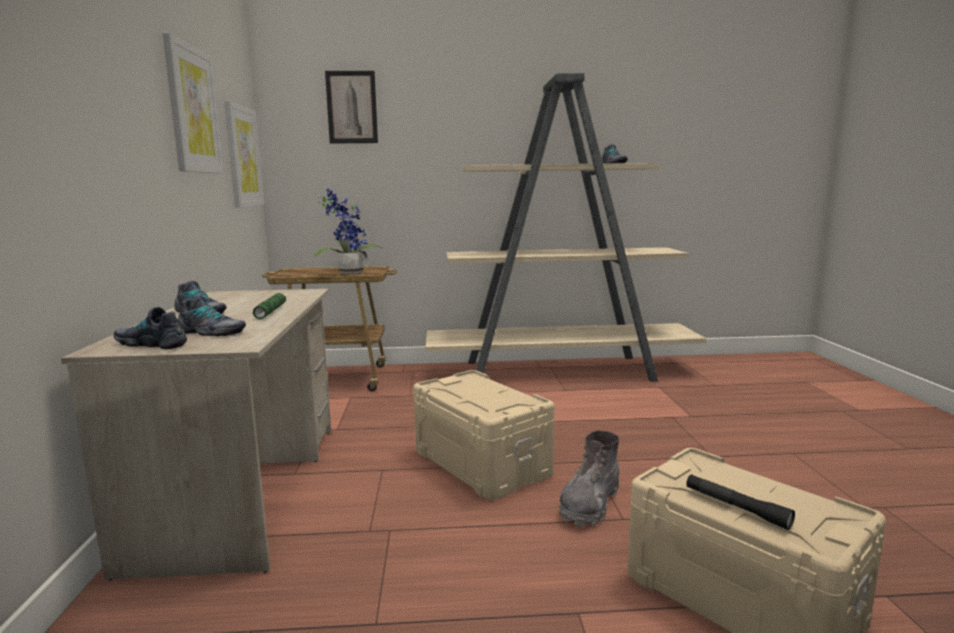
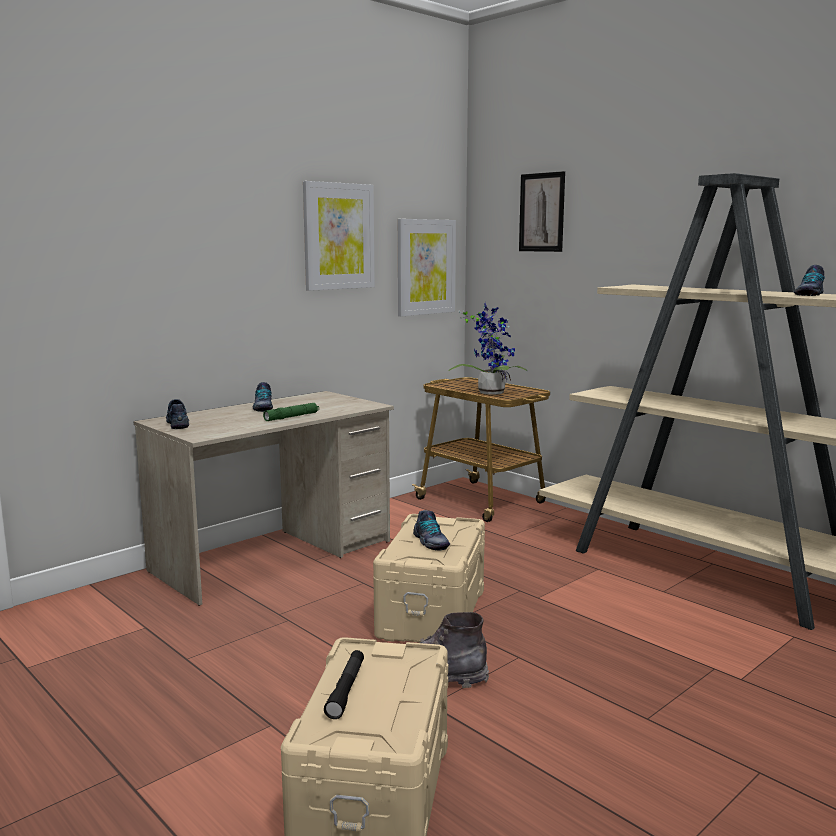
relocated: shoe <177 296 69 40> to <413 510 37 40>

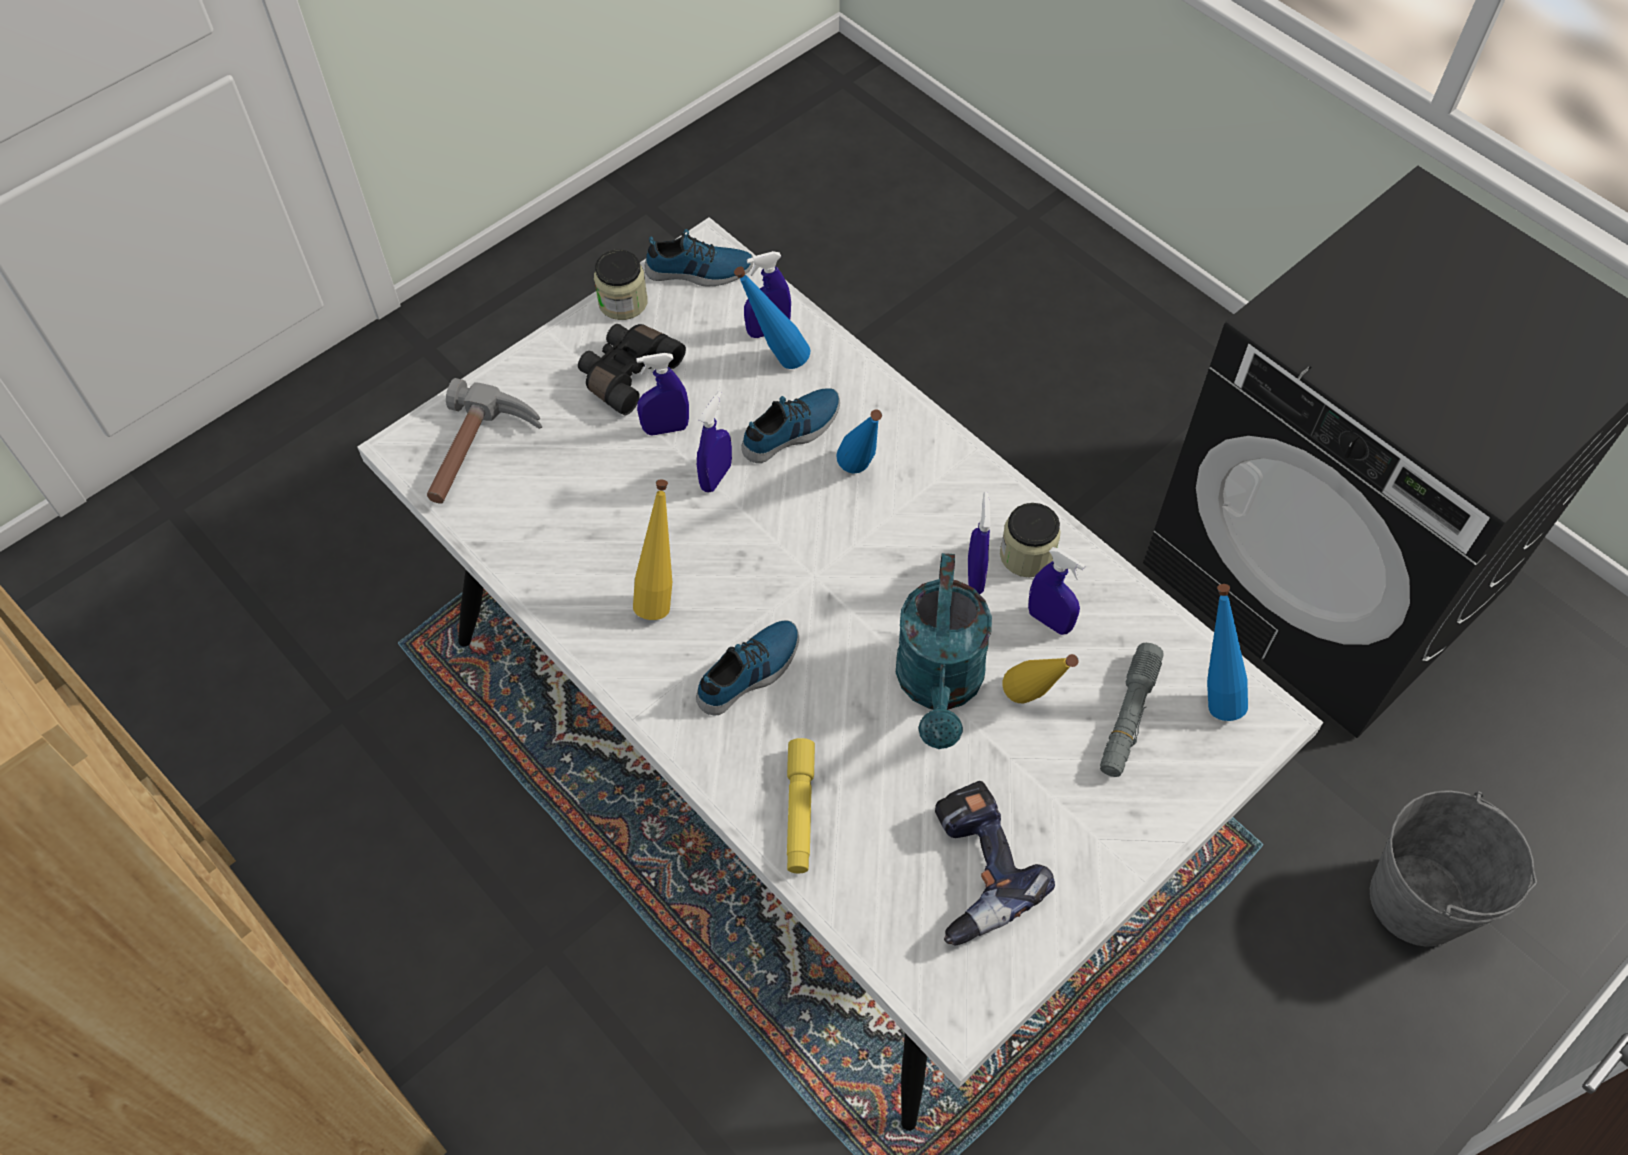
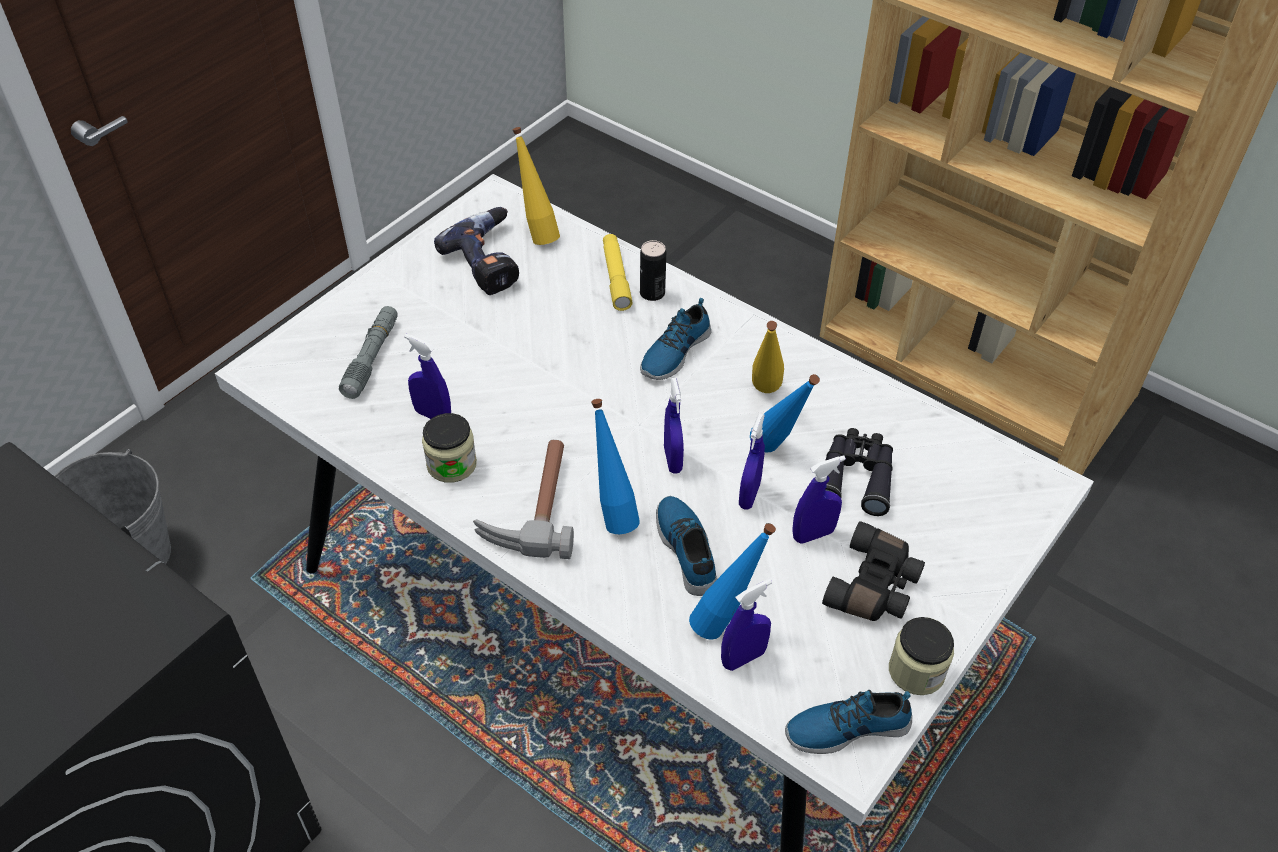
missing: turquoise sprinkling can <896 553 96 196>
appeared: metal can <640 240 26 61>; black binoculars <825 428 68 88>
relocated: hammer <427 378 115 126> to <473 440 101 119>; yellowish bottle <1003 654 76 49> to <512 127 48 118>; blue-coloured sprayer <968 492 23 102> to <664 378 20 96>; blue-coloured bottle <1207 584 41 137> to <750 374 70 79>
spun: shoe <741 388 99 75> = <656 496 61 100> 120 degrees clockwise

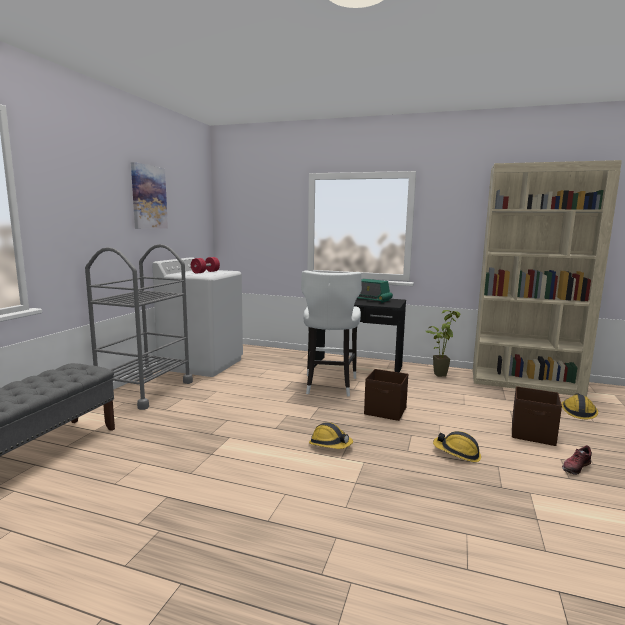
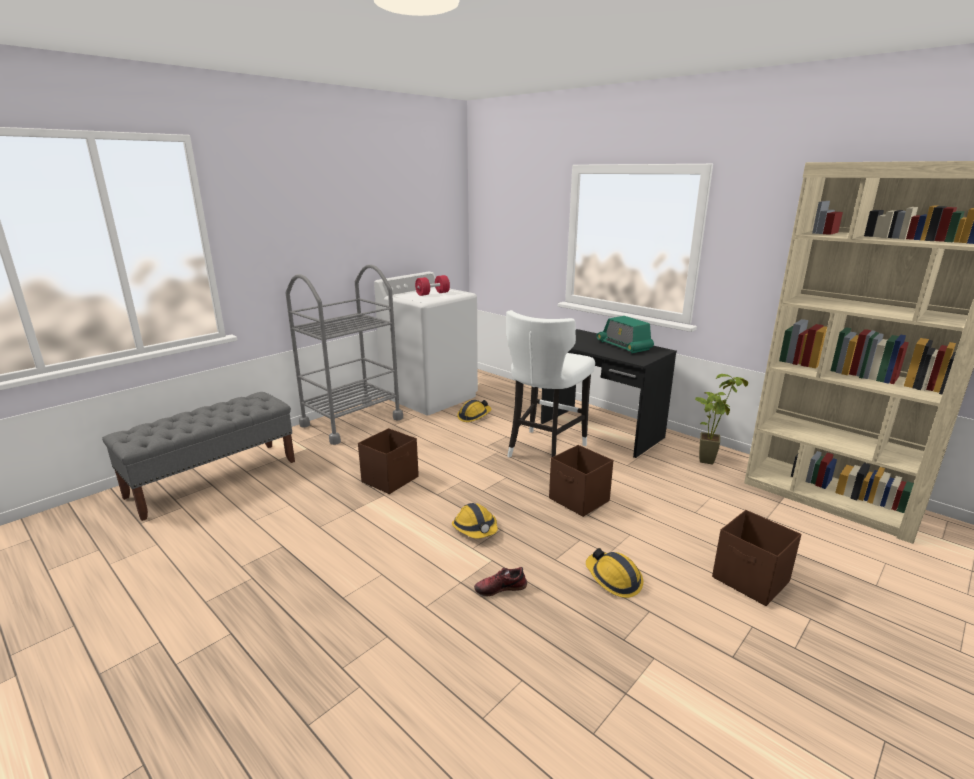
missing: wall art <131 162 37 67>
appeared: brownish storage box <358 428 61 66>
relocated: hard hat <561 394 37 25> to <457 400 34 22>; shoe <562 445 30 30> to <474 567 53 30>

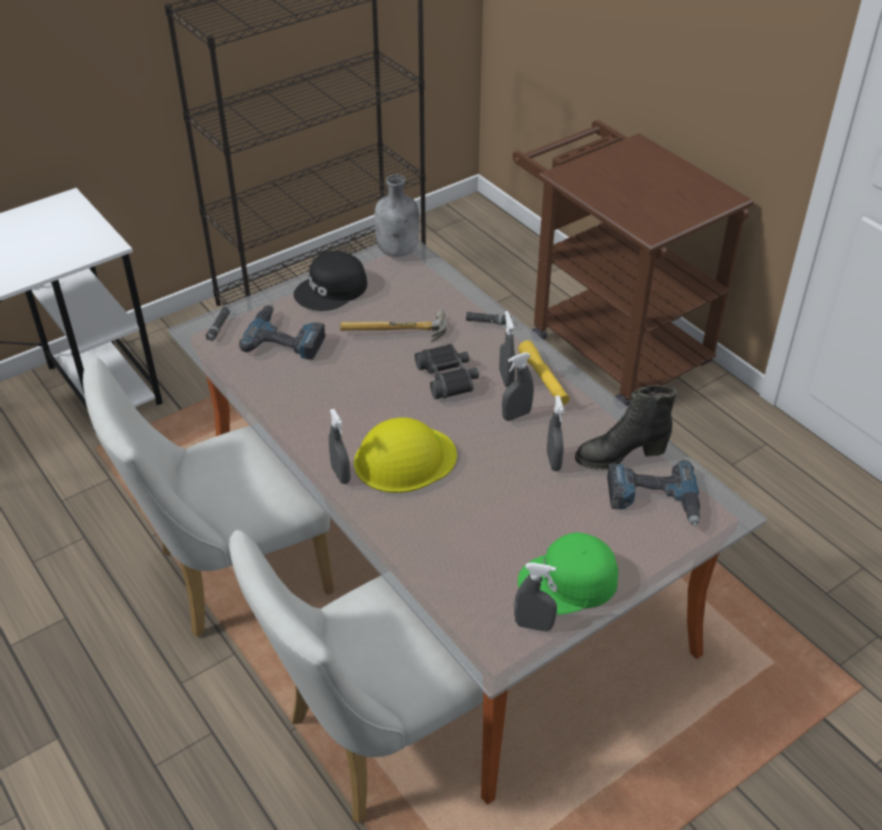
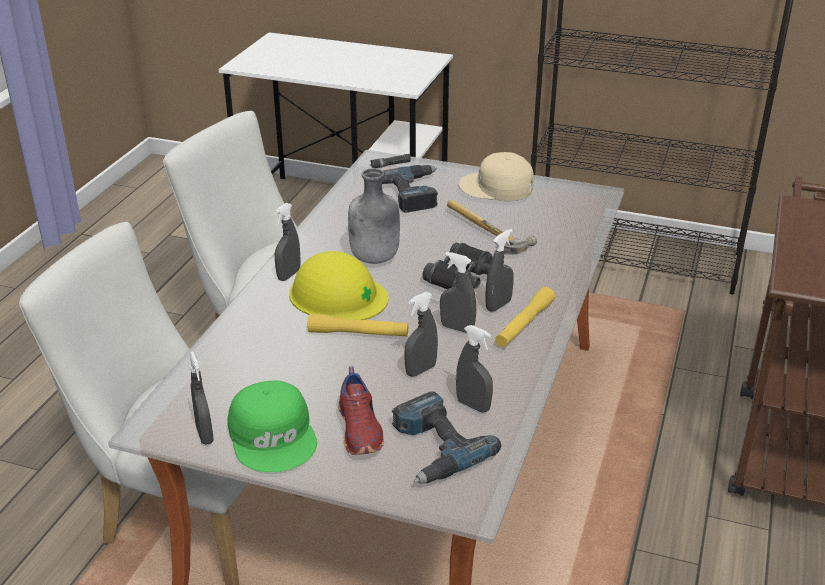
missing: black hand torch <466 312 45 13>
appeared: yellowish hand torch <308 314 100 23>; red-coloured shoe <338 366 46 89>
relocated: gray bottle <375 174 45 83> to <348 168 52 96>
exchanged: black boot <575 385 102 85> to gray sprayer <456 325 37 87>
colour: black cap <294 251 73 60> to beige cap <459 152 75 49>
spun: green-coloured cap <518 532 100 83> = <227 381 90 91> 150 degrees counterclockwise

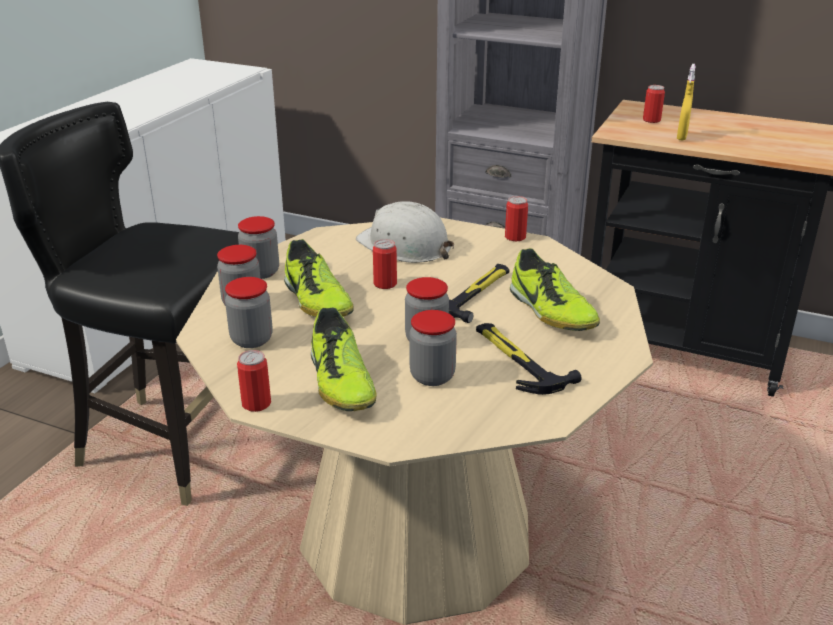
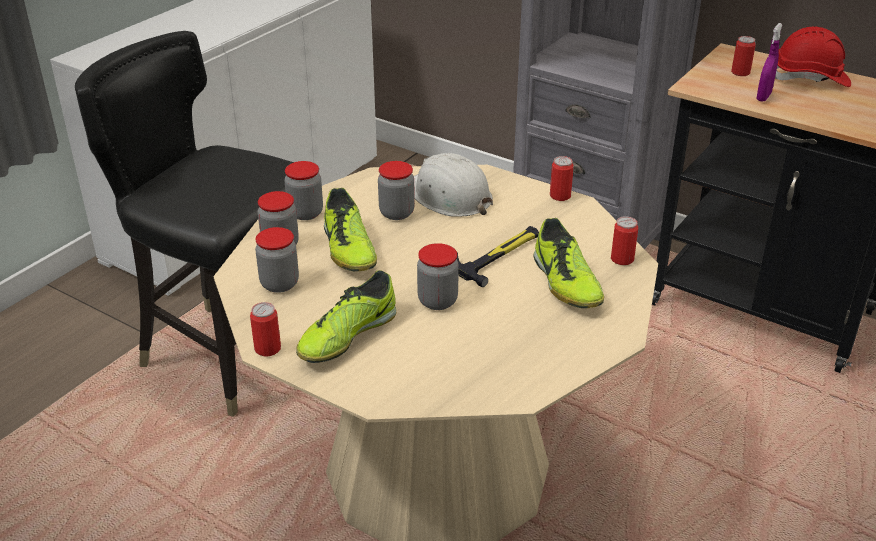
missing: hammer <476 323 106 72>
appeared: red-coloured hard hat <775 27 76 60>
relocated: preserve jar <409 310 48 76> to <378 161 37 59>; metal can <373 239 24 50> to <611 216 27 49>
colour: yellowish sprayer <677 64 19 77> to purplish sprayer <756 23 27 79>
spun: shoe <311 307 65 104> = <296 270 100 93> 45 degrees clockwise

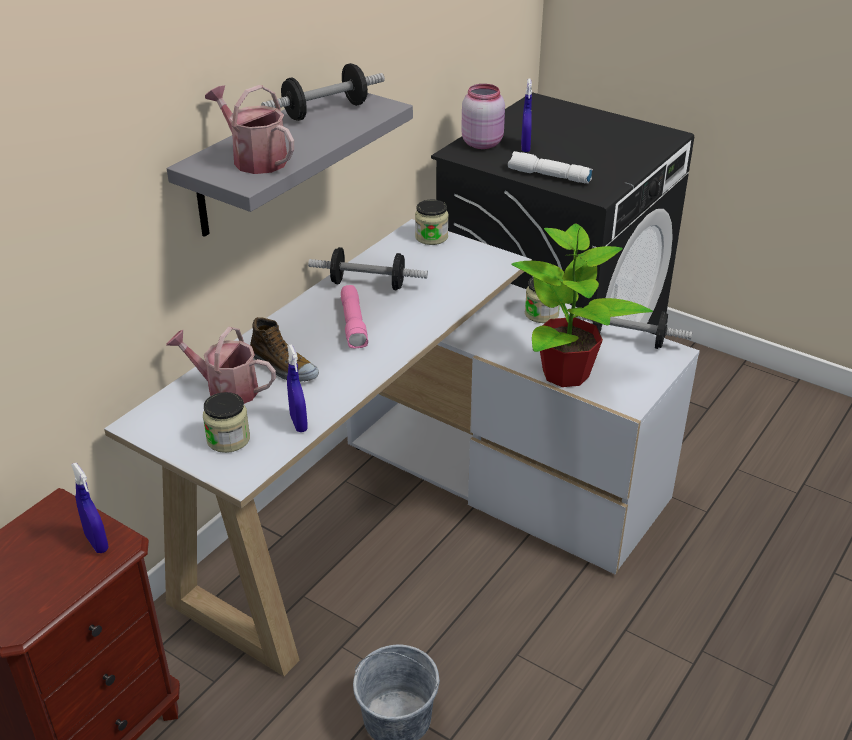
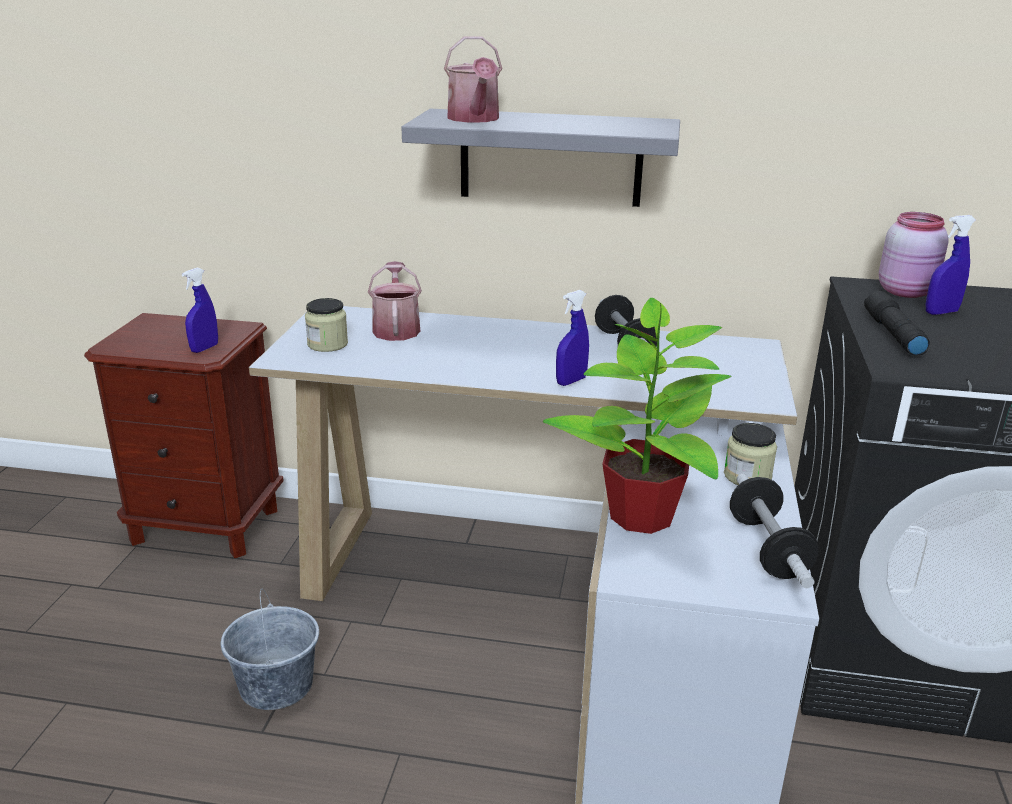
missing: shoe <250 317 69 65>; hand weight <261 63 124 58>; pink-coloured hand torch <341 285 27 64>; preserve jar <415 199 34 46>
relocated: blue-coloured sprayer <287 344 21 88> to <556 290 33 96>
colour: whitish hand torch <508 151 85 32> to black hand torch <864 291 66 64>
spun: sprinkling can <205 85 89 89> = <444 36 59 87> 150 degrees clockwise

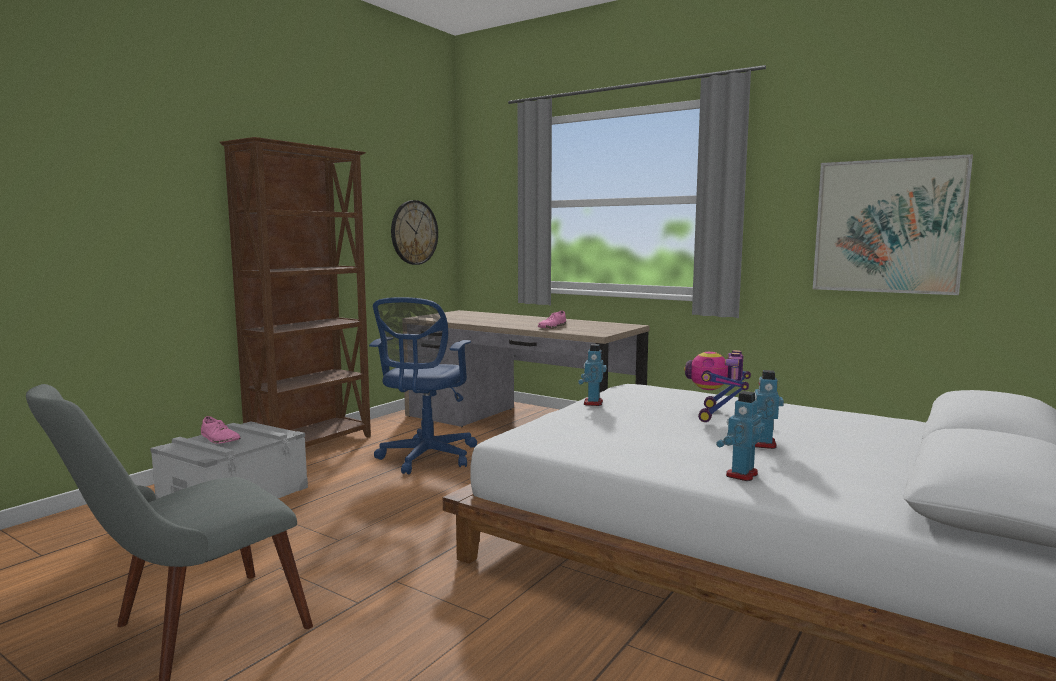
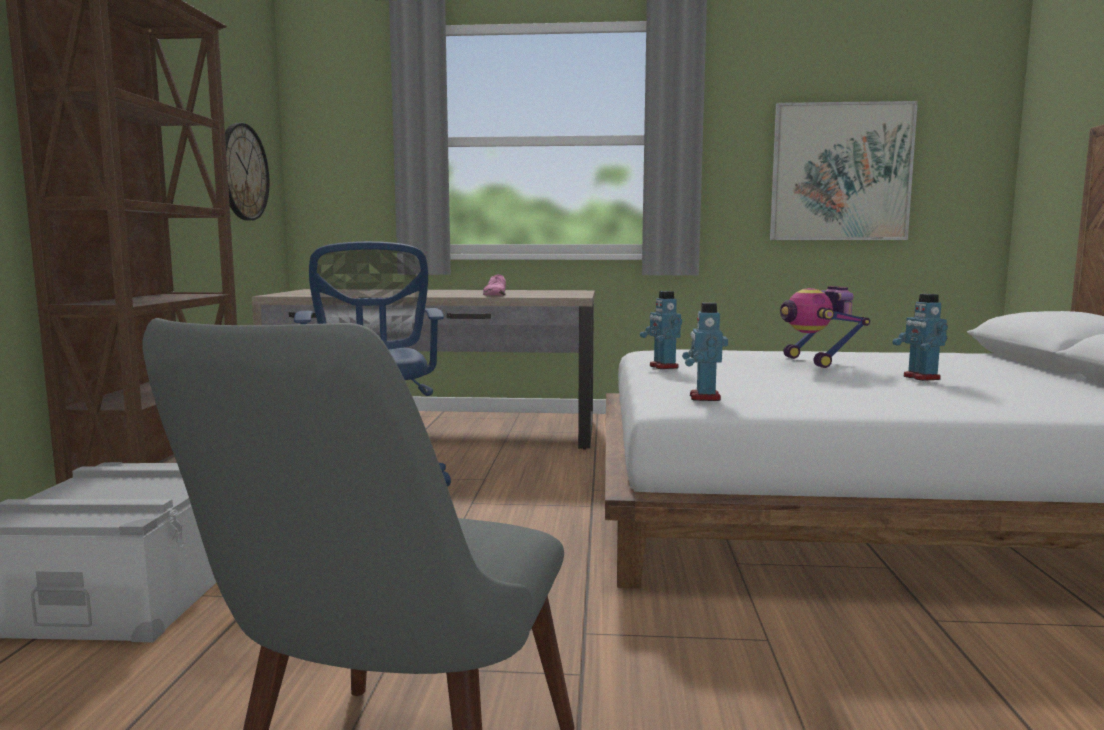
missing: pink-coloured shoe <201 416 40 28>
relocated: robot figure <716 391 49 90> to <682 302 46 99>

